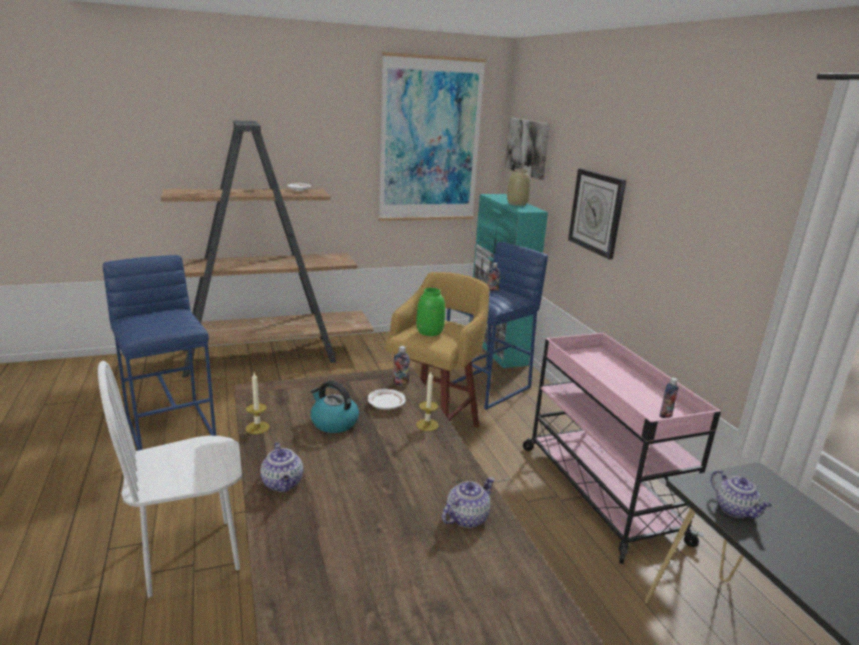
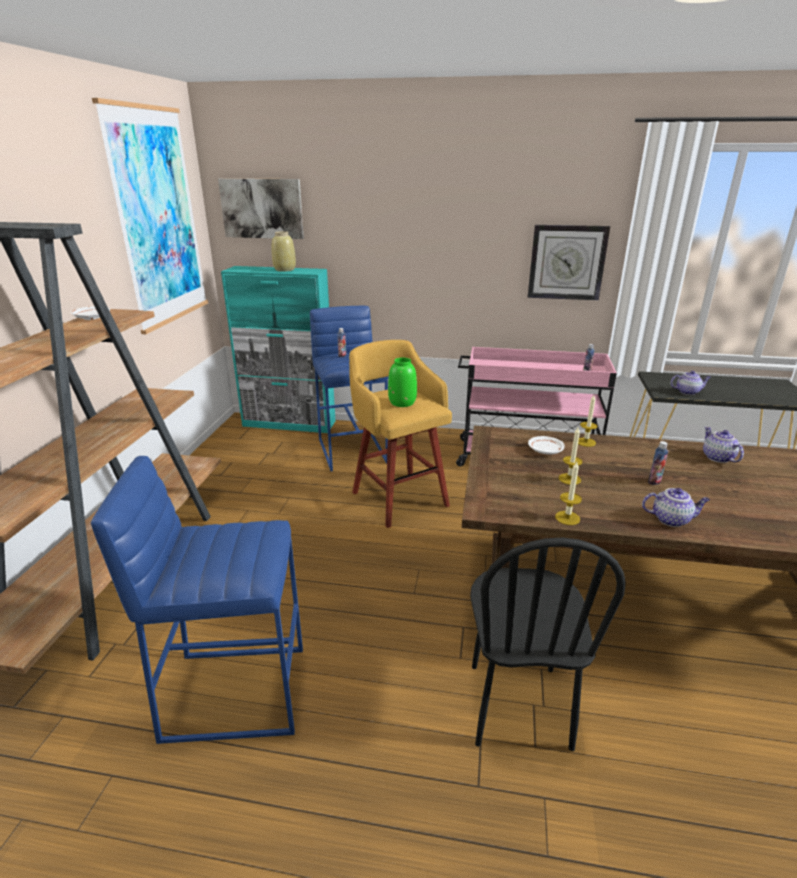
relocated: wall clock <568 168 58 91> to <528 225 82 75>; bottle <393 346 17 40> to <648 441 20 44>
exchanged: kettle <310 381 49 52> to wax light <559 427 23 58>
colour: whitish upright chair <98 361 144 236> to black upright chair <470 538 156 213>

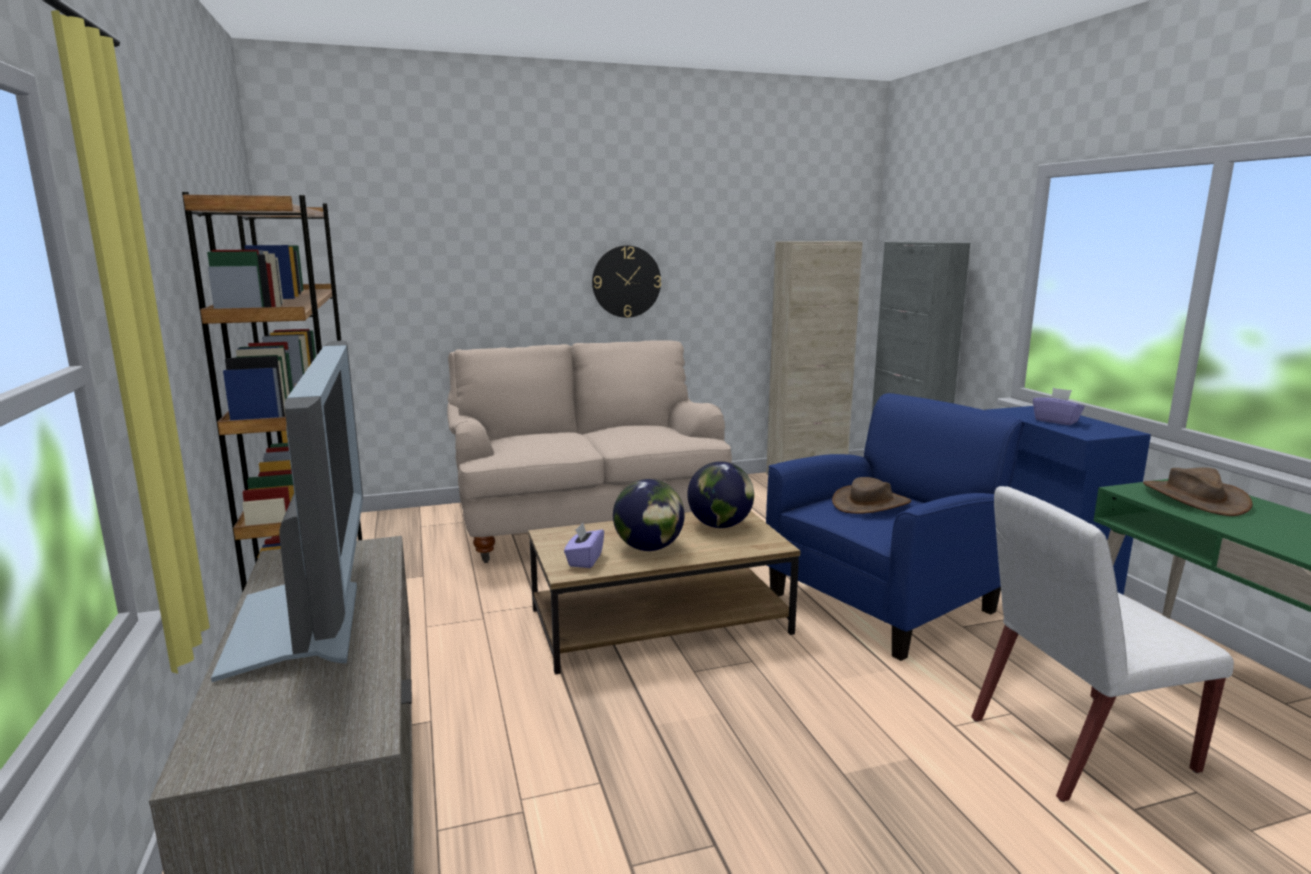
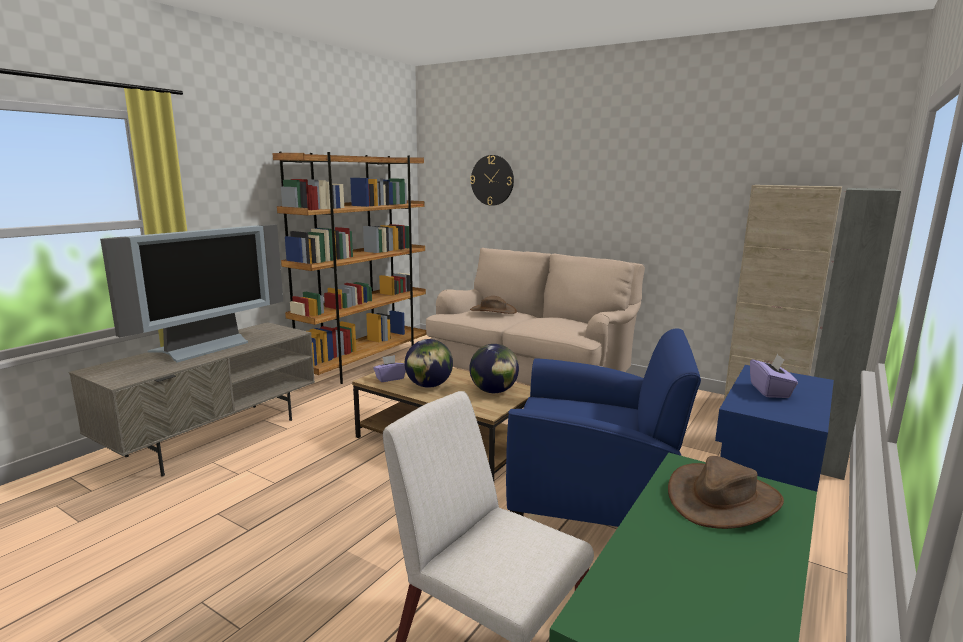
relocated: wall clock <592 245 69 73> to <470 155 44 51>; brownish clothing hat <832 477 79 37> to <470 296 47 18>

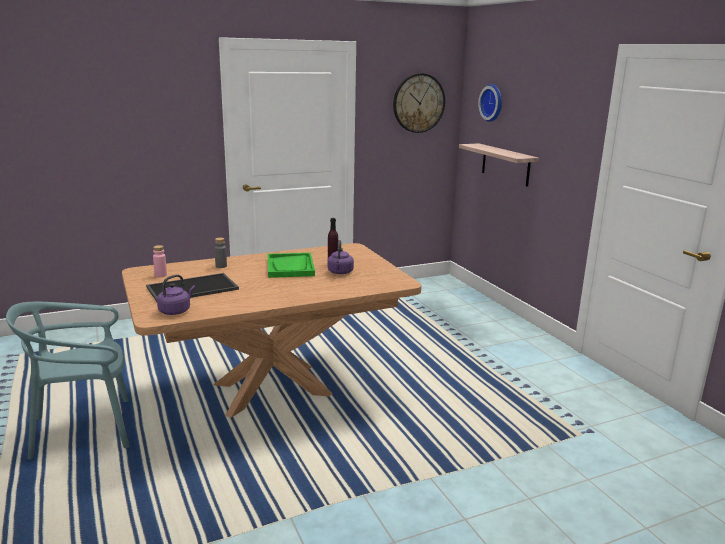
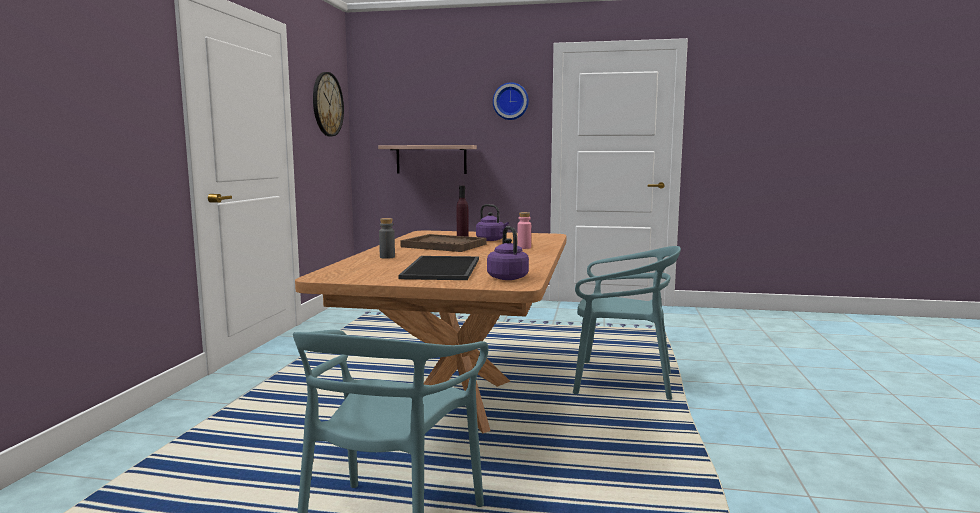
appeared: turquoise upright chair <573 246 108 154>
relocated: wall clock <478 84 24 38> to <493 82 36 38>; pink-coloured bottle <153 245 14 32> to <517 212 14 37>
colour: green-coloured serving tray <267 253 48 25> to brownish serving tray <400 234 86 18>

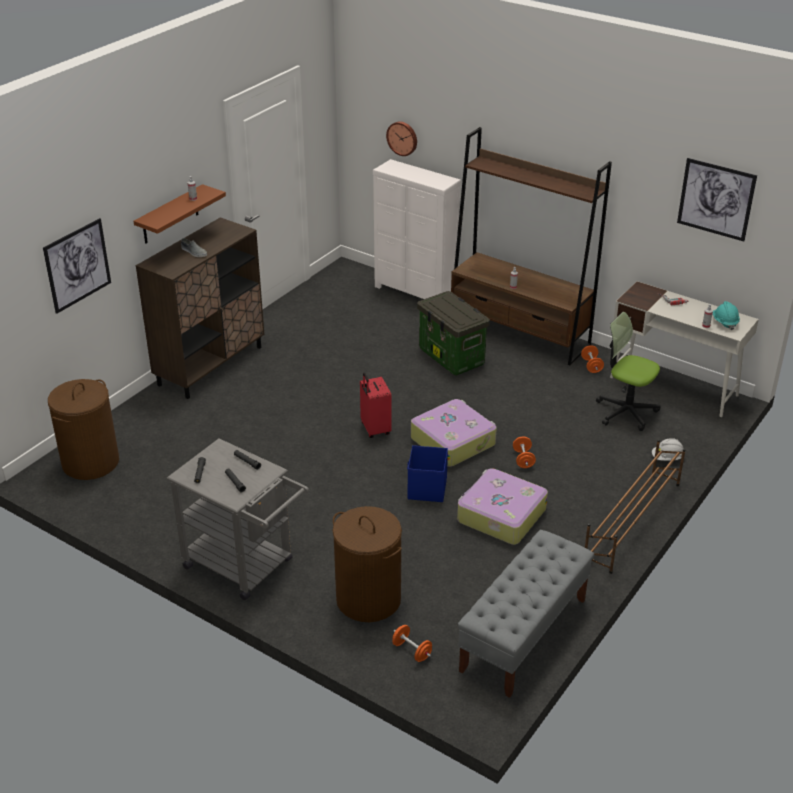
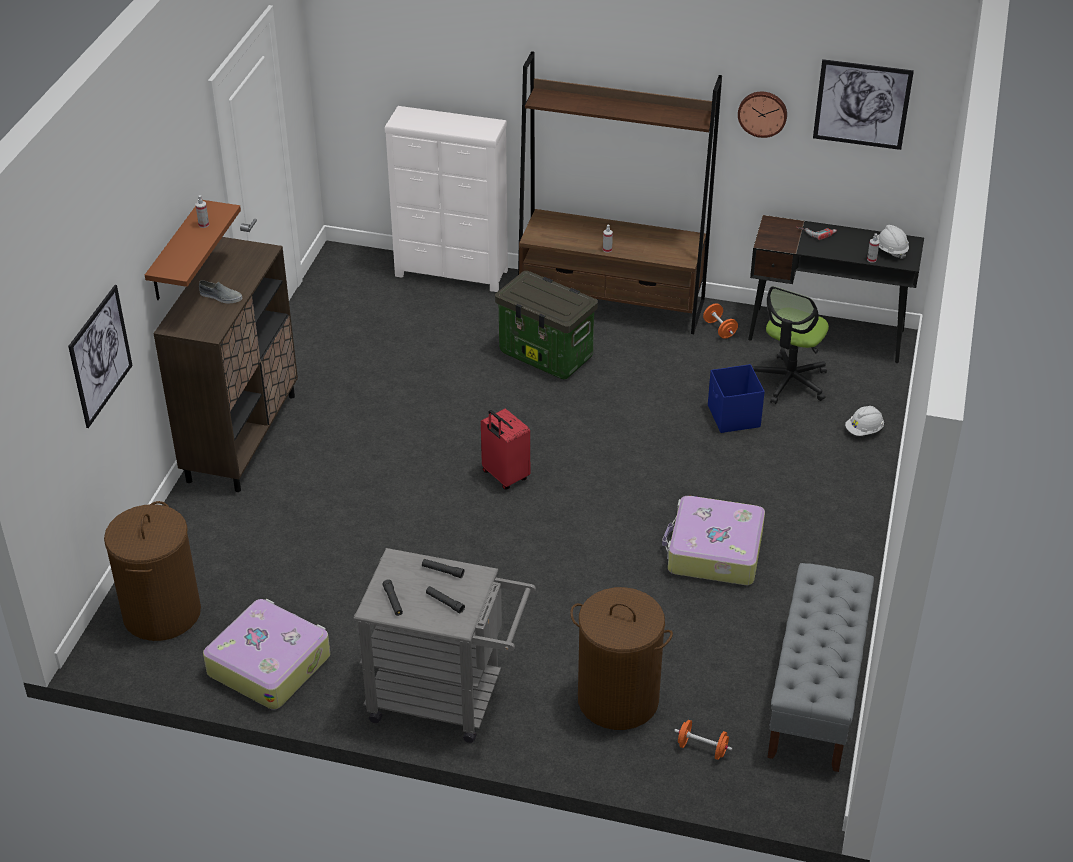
missing: orange-coloured hand weight <513 437 23 31>; brownish shoe rack <585 439 101 135>
relocated: piece of luggage <411 399 86 68> to <203 599 127 111>; blue-coloured storage box <407 445 41 57> to <708 364 57 69>; wall clock <386 121 31 35> to <738 92 49 46>
colour: whitish desk unit <610 281 149 136> to black desk unit <748 215 176 148>; turquoise hard hat <713 301 27 29> to whitish hard hat <877 225 32 34>
spun: office chair <596 312 65 119> = <752 286 77 118> 75 degrees counterclockwise

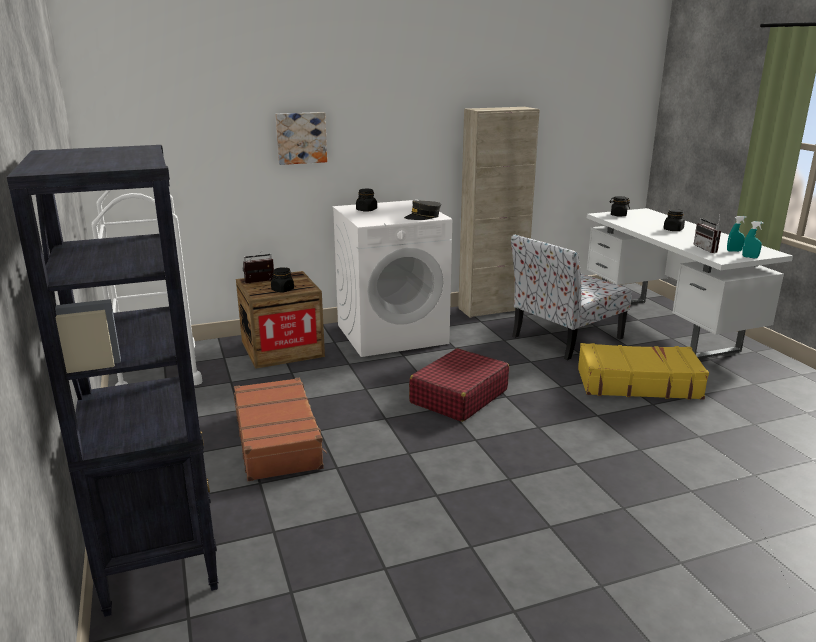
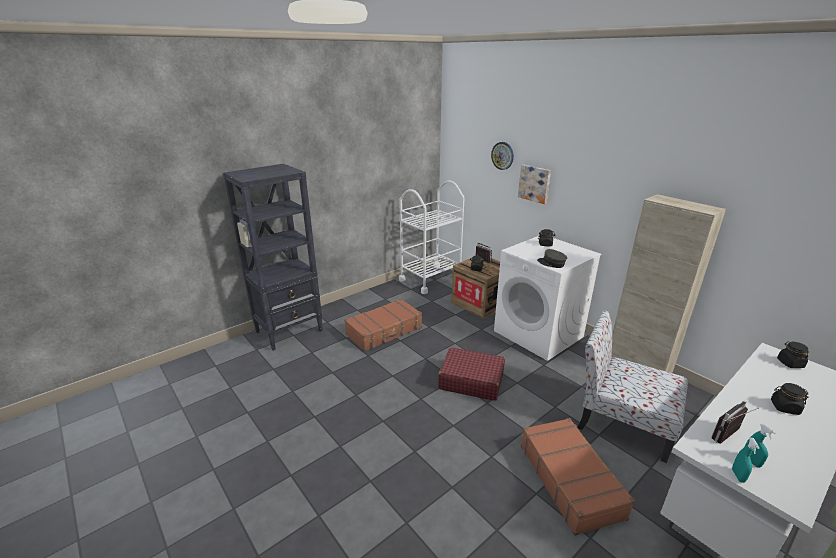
appeared: wall clock <491 142 23 28>
colour: yellowish piece of luggage <578 343 131 57> to brownish piece of luggage <521 418 114 118>

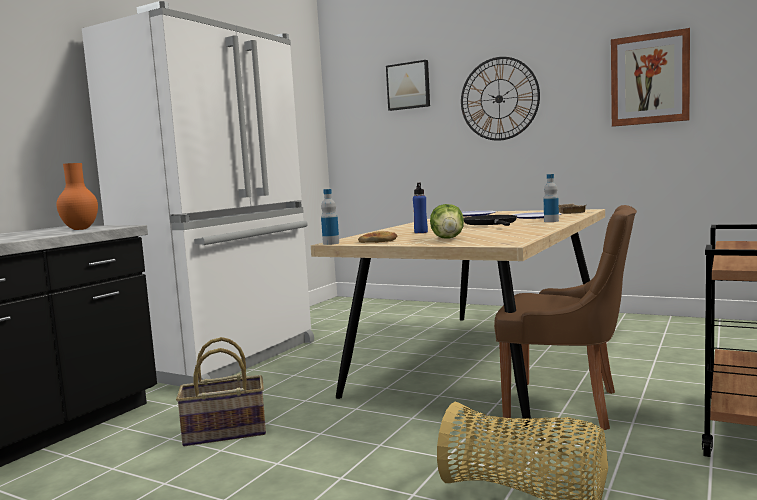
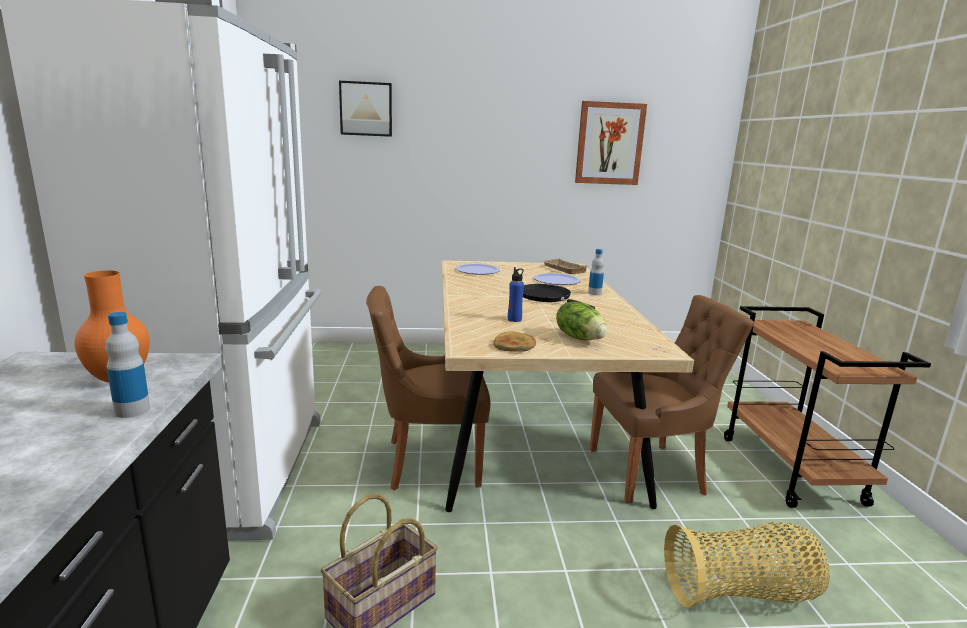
missing: wall clock <461 57 79 84>
appeared: brownish upright chair <366 286 124 204>
relocated: bottle <321 189 18 56> to <105 312 45 106>

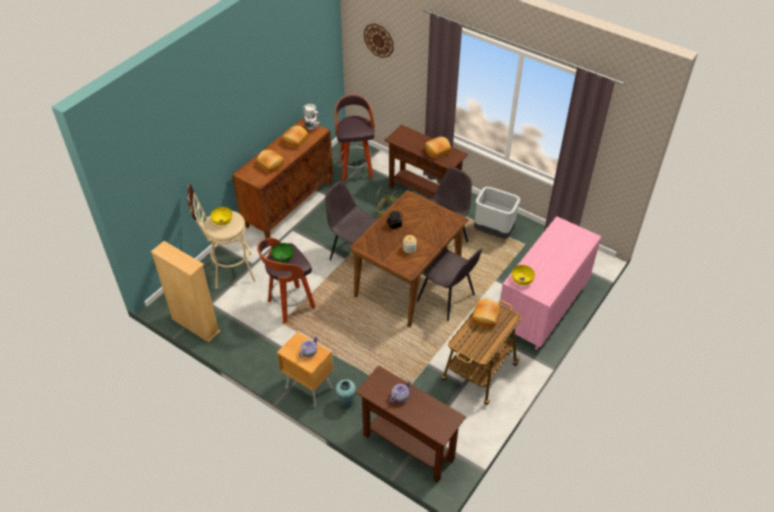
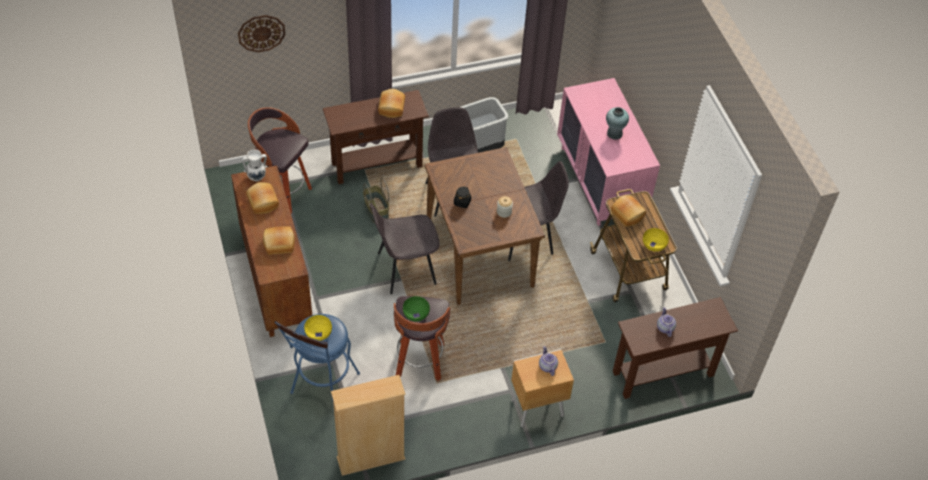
relocated: turquoise flower vase <335 379 21 30> to <606 107 23 33>; yellowish serving bowl <512 265 23 20> to <643 228 26 24>
colour: beige stool <188 184 68 105> to blue-coloured stool <274 314 86 93>

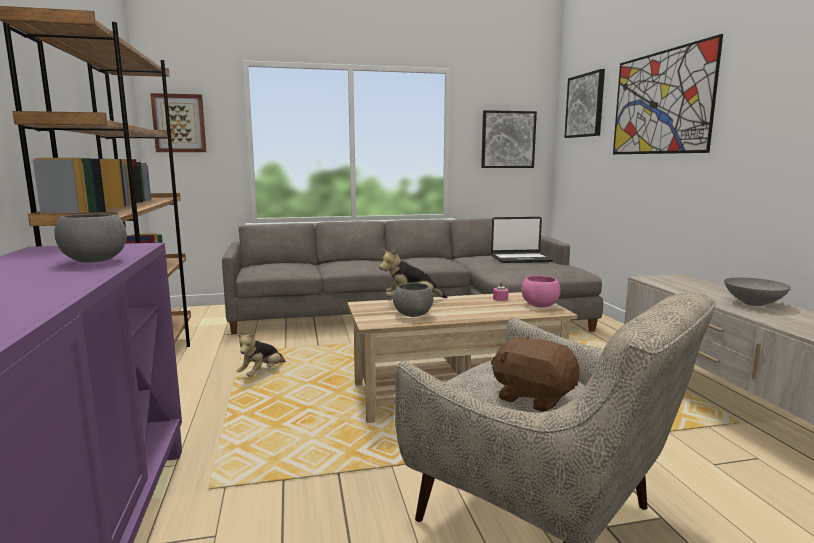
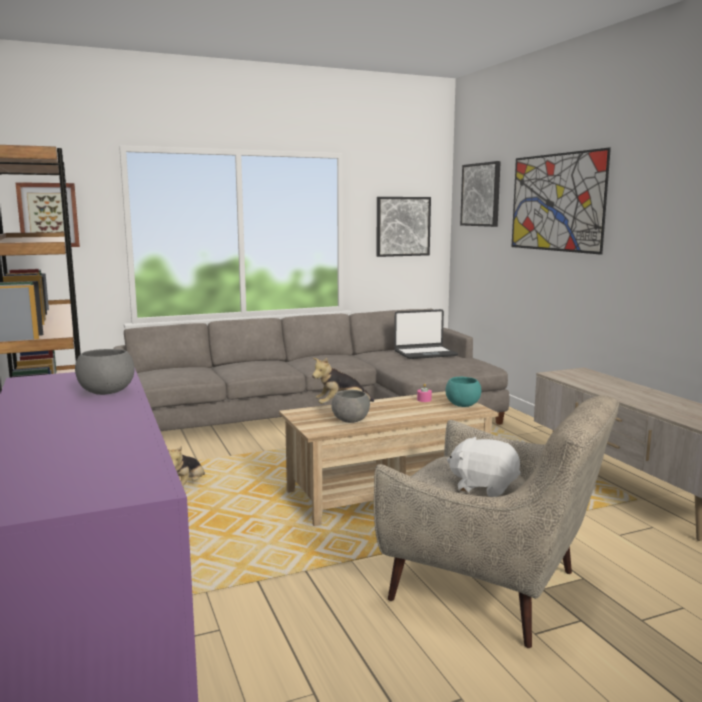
missing: gray serving bowl <724 277 67 29>
colour: pink-coloured serving bowl <522 275 39 32> to turquoise serving bowl <445 377 36 30>; brownish cuddly toy <491 336 89 76> to whitish cuddly toy <447 437 74 60>

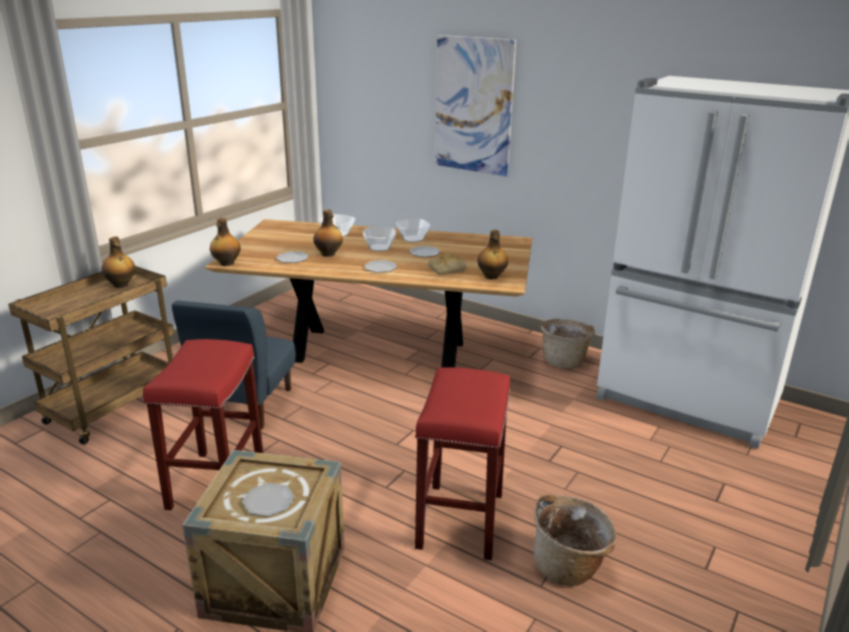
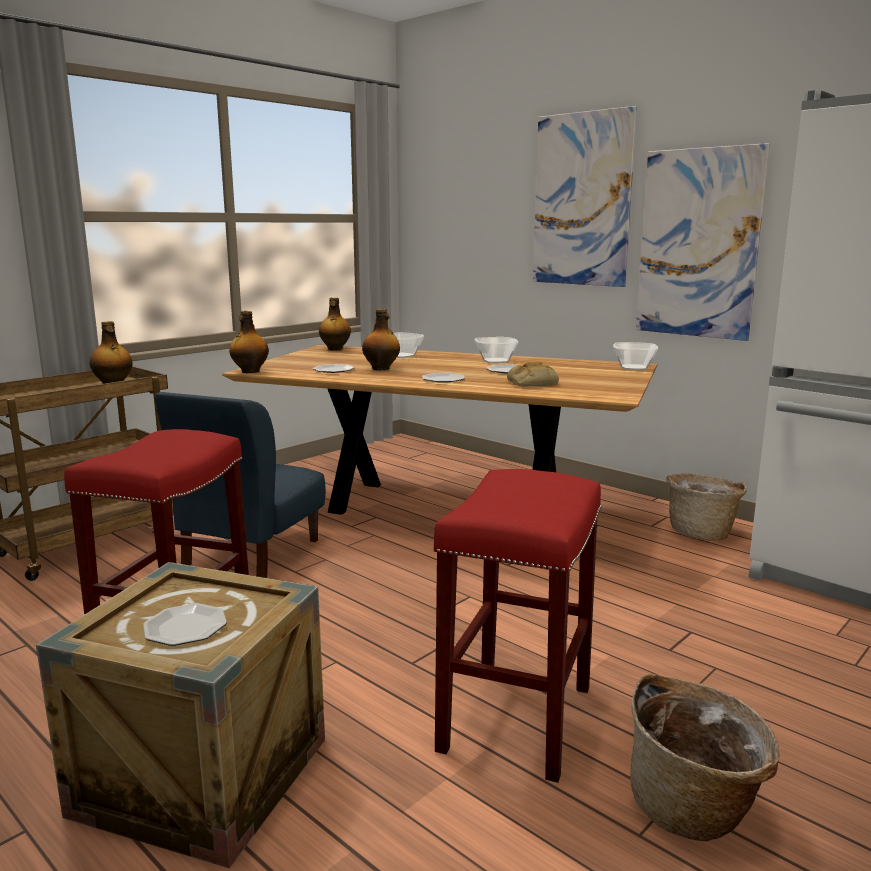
appeared: wall art <636 143 134 198>
relocated: bottle <478 230 30 50> to <319 298 32 53>; serving bowl <363 227 33 24> to <613 342 45 28>

